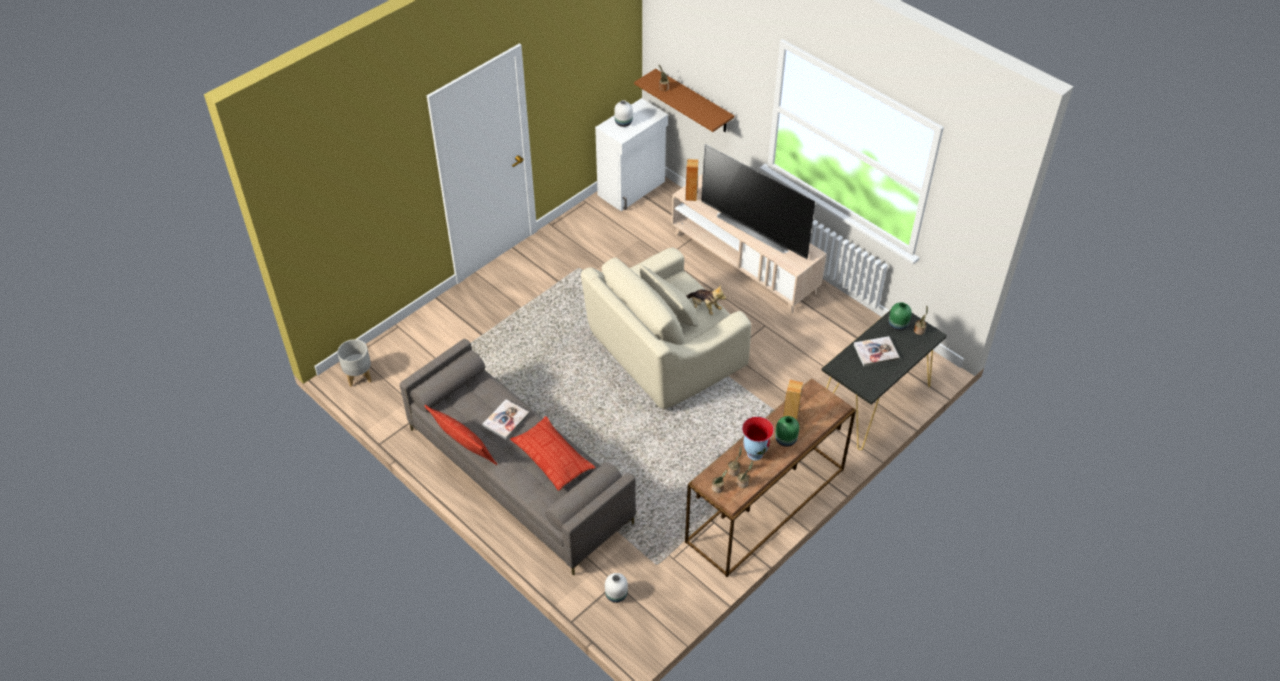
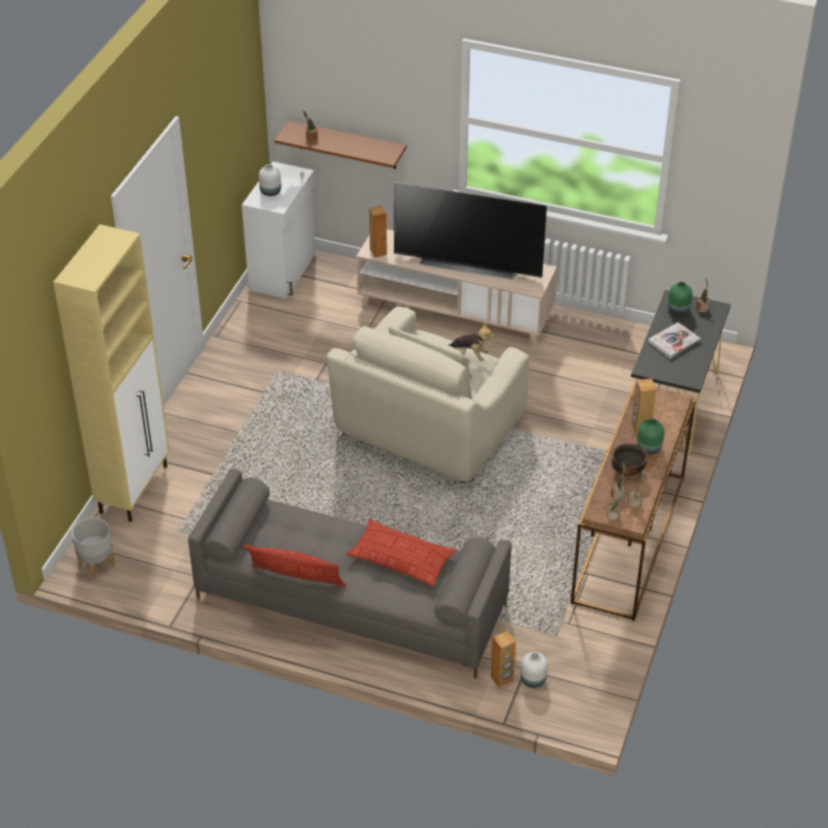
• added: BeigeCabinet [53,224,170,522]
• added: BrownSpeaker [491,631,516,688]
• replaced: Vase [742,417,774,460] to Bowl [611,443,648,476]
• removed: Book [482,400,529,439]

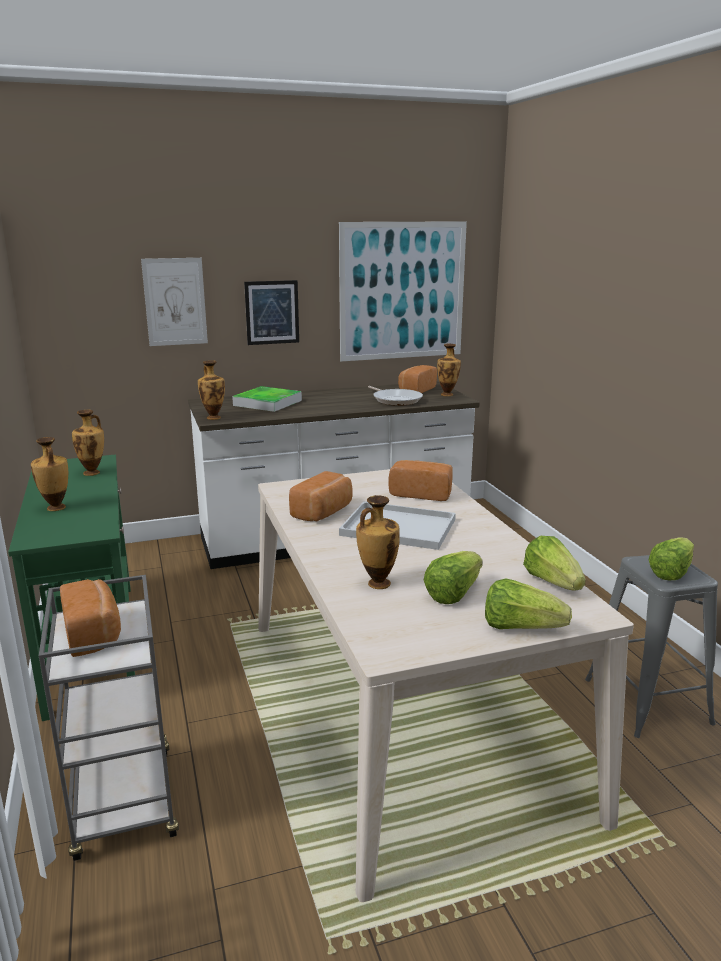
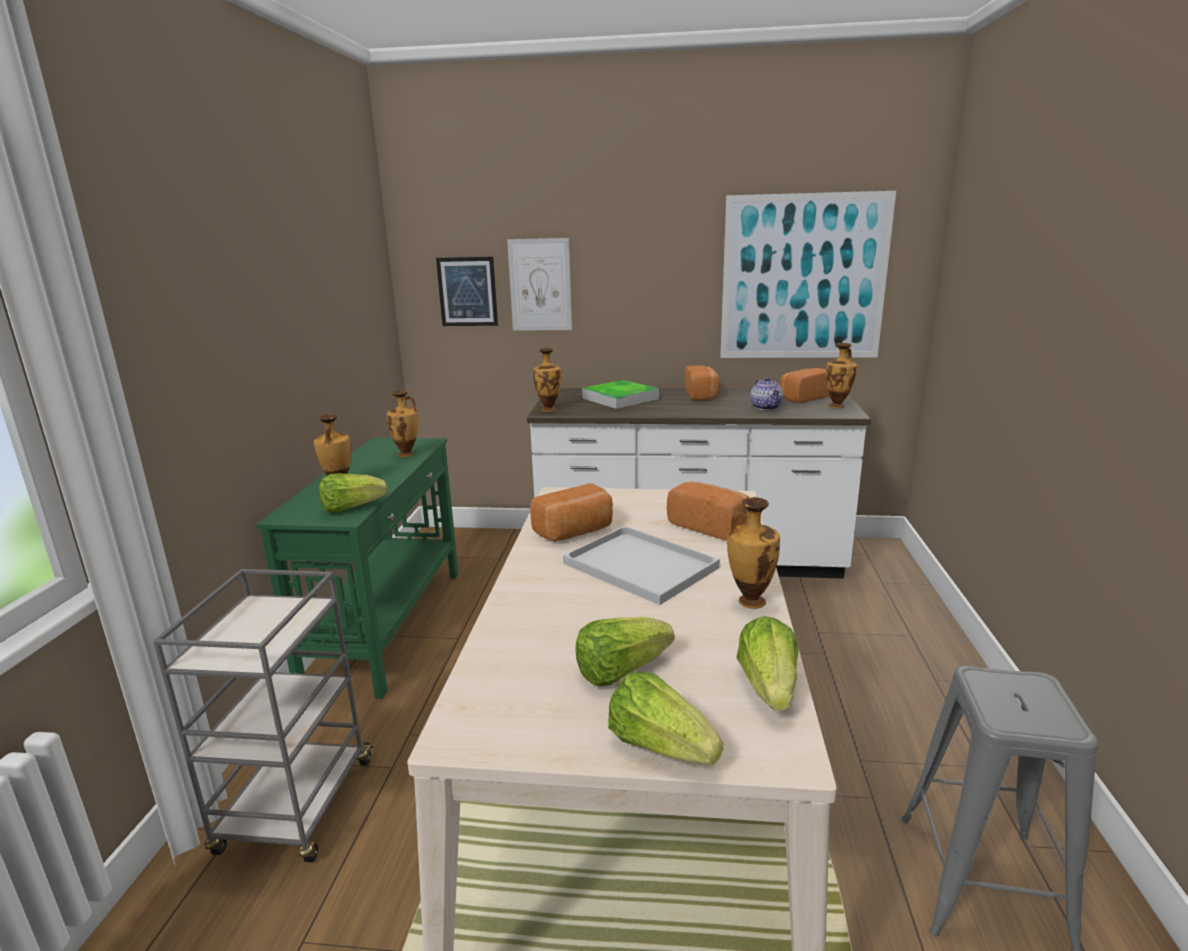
• moved: Lettuce [649,537,694,580] to [319,473,387,513]
• moved: Picture [244,280,299,345] to [436,257,498,326]
• moved: Bread [60,579,121,657] to [685,365,721,400]
• moved: Vase [356,495,400,589] to [727,497,780,609]
• replaced: FryingPan [368,386,423,406] to Teapot [750,377,783,410]

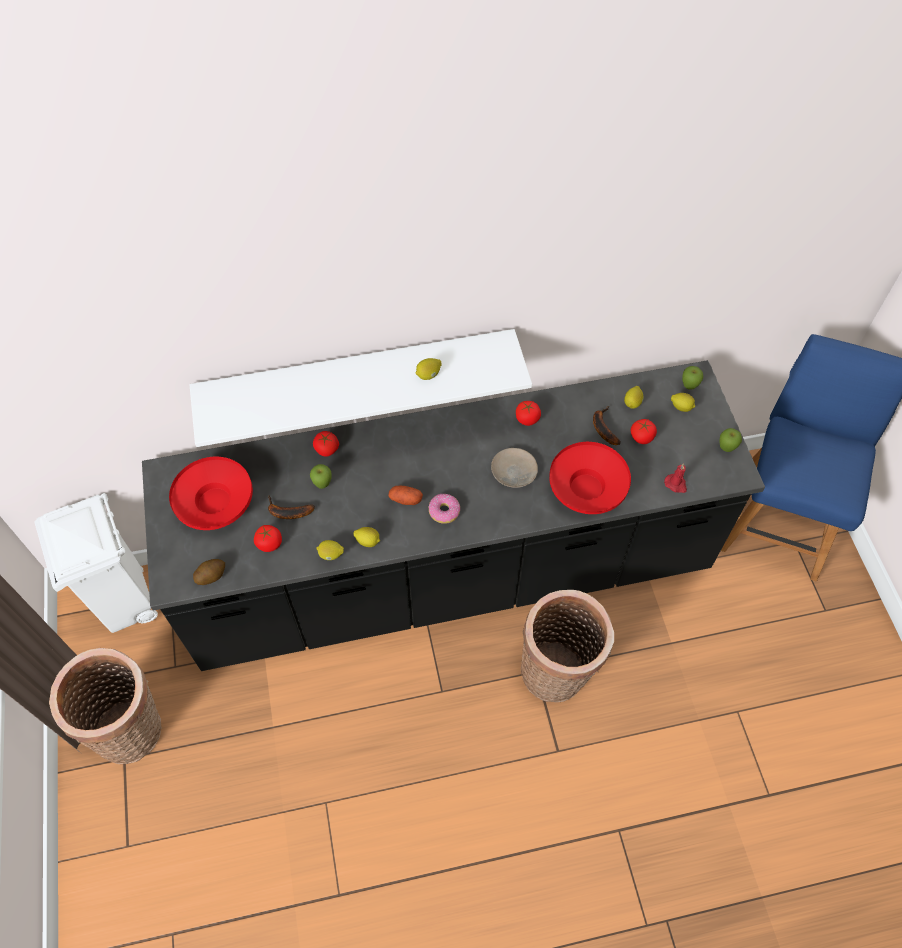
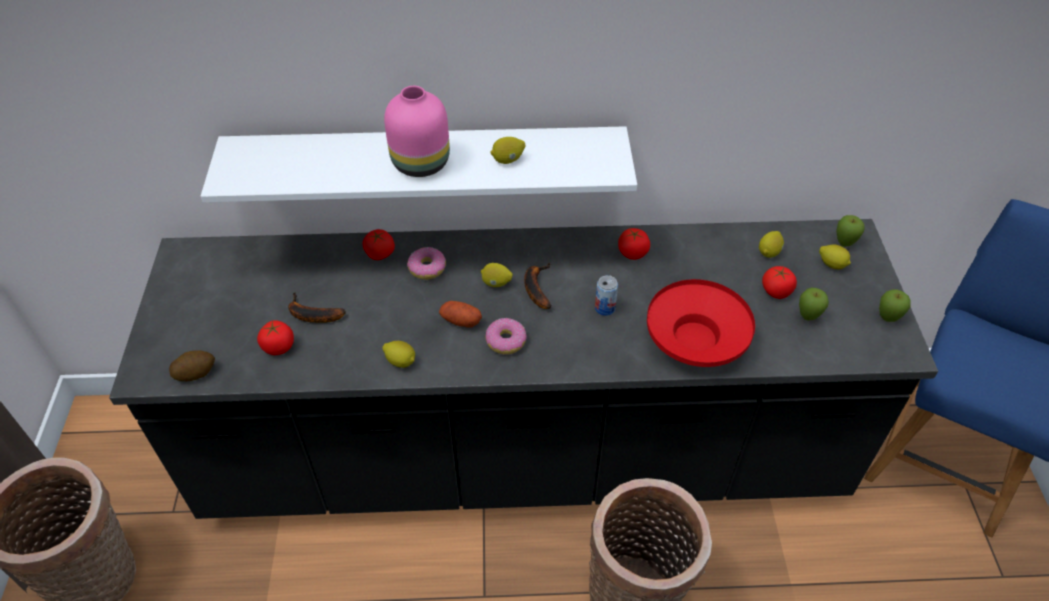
• added: PinkVase [384,86,450,177]
• added: Donut [407,247,446,280]
• moved: Lemon [316,540,344,560] to [481,263,513,287]
• moved: Banana [593,406,620,445] to [524,263,551,309]
• replaced: BeigePlate [491,448,538,488] to Can [595,275,618,316]
• moved: Apple [310,464,332,489] to [799,288,829,320]
• removed: WhiteTrashCan [34,493,158,633]
• removed: RedBowl [169,457,253,530]
• removed: RedCandle [664,463,687,493]

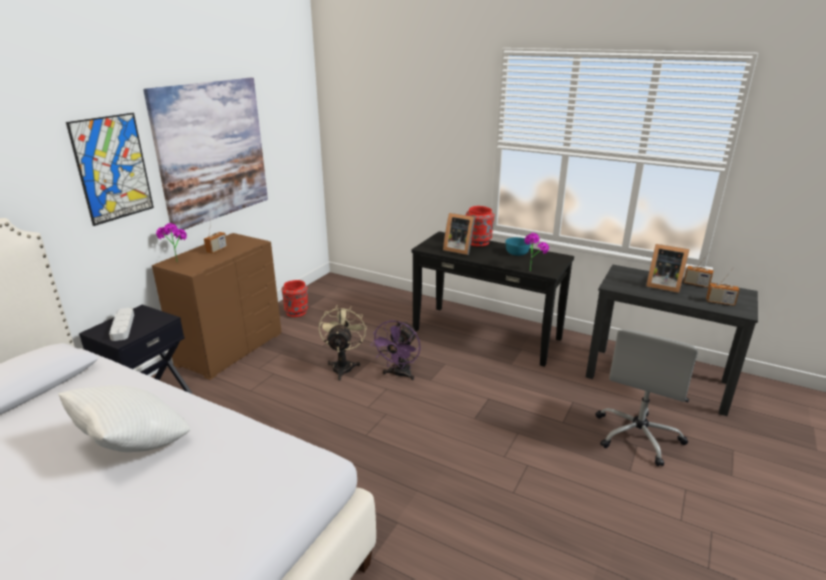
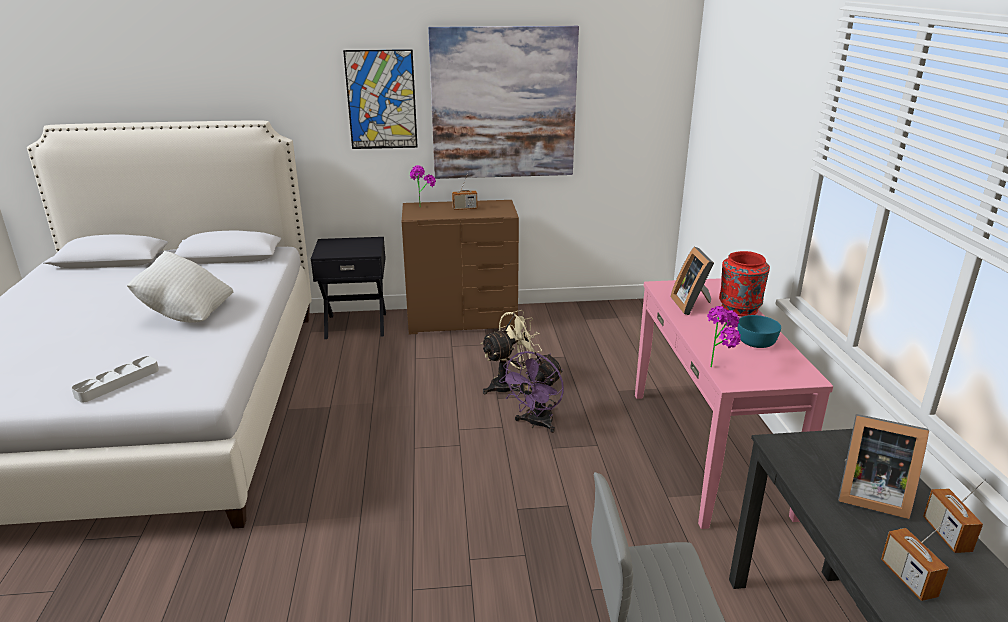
• moved: GreyTray [109,308,134,341] to [71,356,159,402]
• turned: PurpleFan [371,320,421,380] = [499,351,564,433] 45 degrees counterclockwise
• recoloured: BlackConsoleTable [412,231,574,367] to PinkConsoleTable [635,278,833,529]
• turned: PictureFrame [646,244,690,293] = [838,414,929,519] 60 degrees counterclockwise
• removed: RedVase [281,280,308,317]

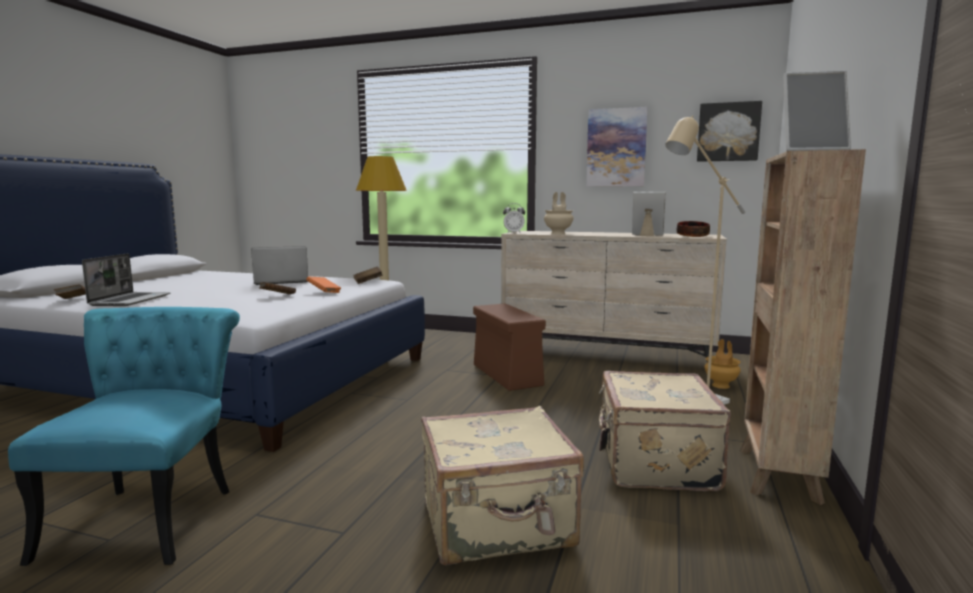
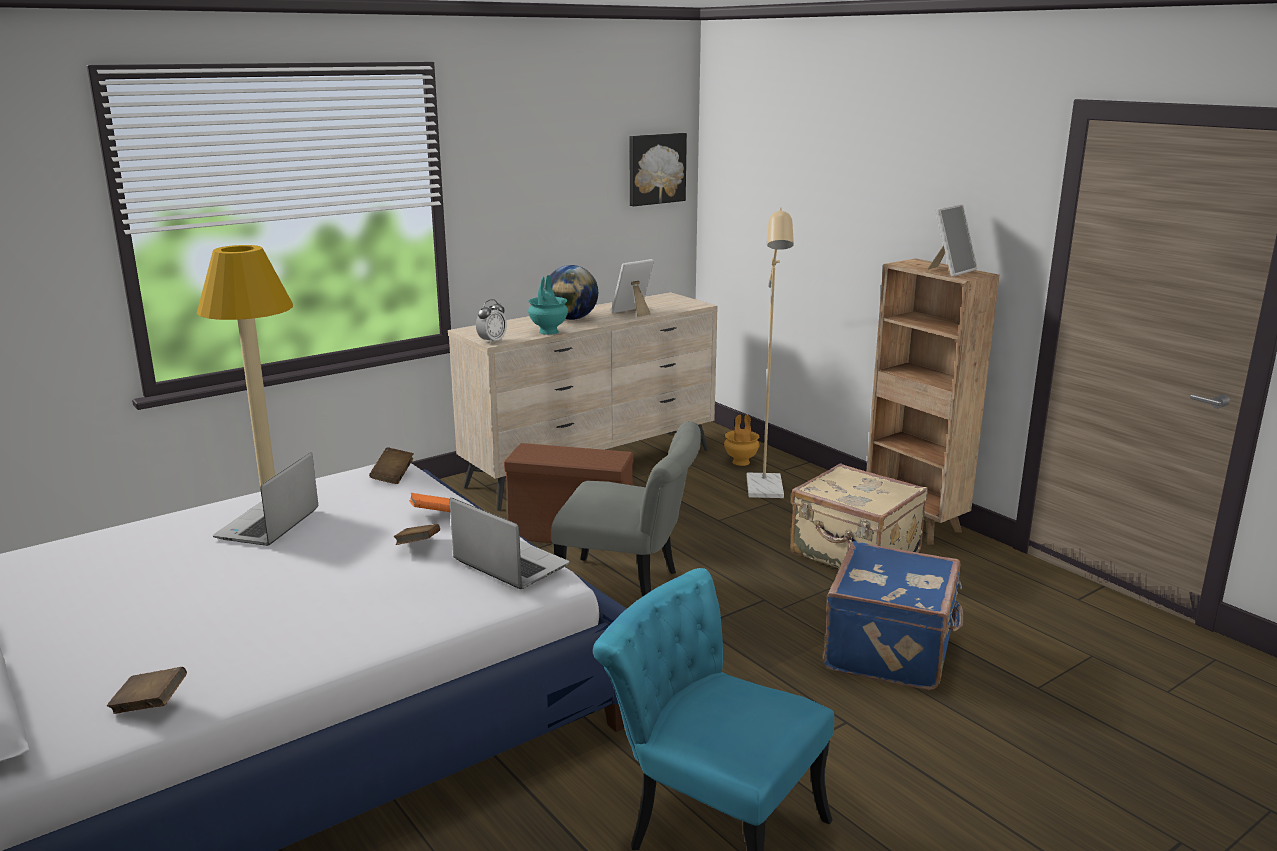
• moved: Laptop [82,254,170,306] to [450,498,569,589]
• recoloured: BeigeVase [544,192,573,235] to TurquoiseVase [528,275,568,335]
• added: Globe [544,265,598,320]
• added: GreyChair [551,421,701,597]
• recoloured: BeigeSuitcase [421,406,584,566] to BlueSuitcase [823,541,963,690]
• removed: Picture [586,107,648,187]
• removed: Bowl [677,221,710,237]

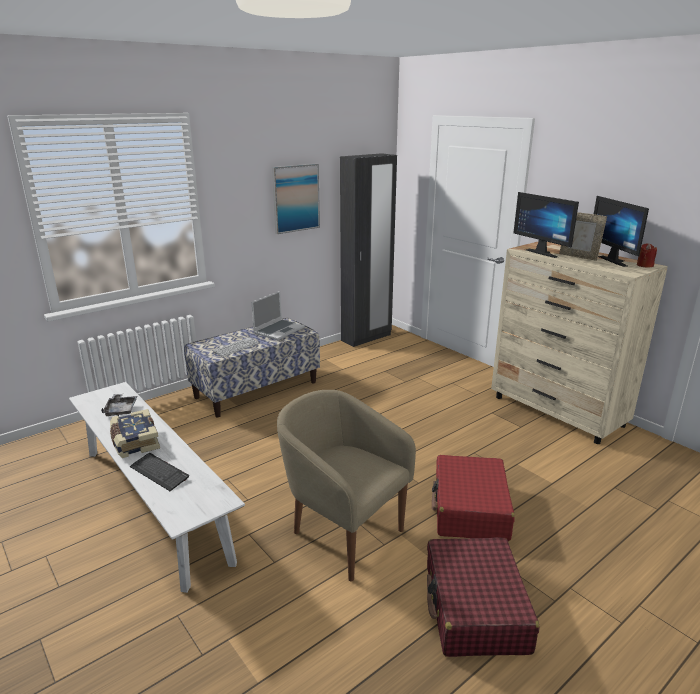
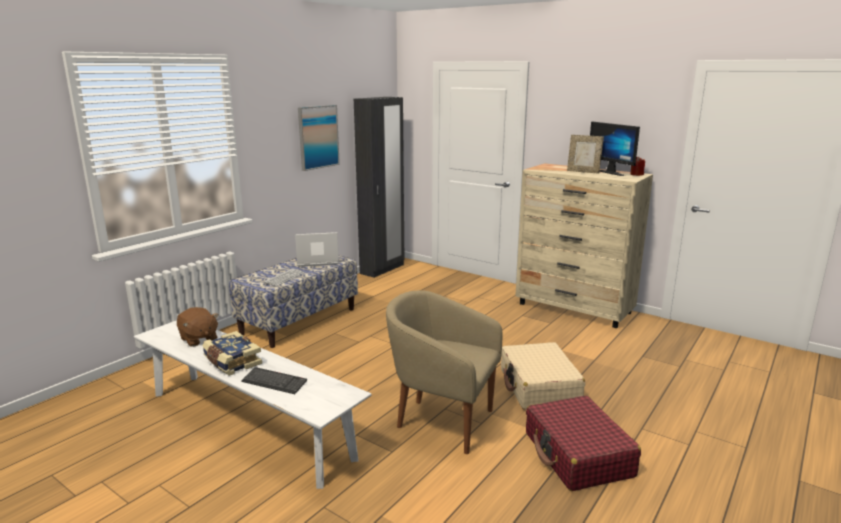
• replaced: GreyTray [101,394,137,416] to BrownPlushToy [177,307,218,347]
• turned: Laptop [252,291,305,340] = [295,232,339,267] 120 degrees counterclockwise
• recoloured: RedSuitcase [432,455,515,541] to BeigeSuitcase [501,342,585,410]
• removed: Monitor [514,192,579,258]

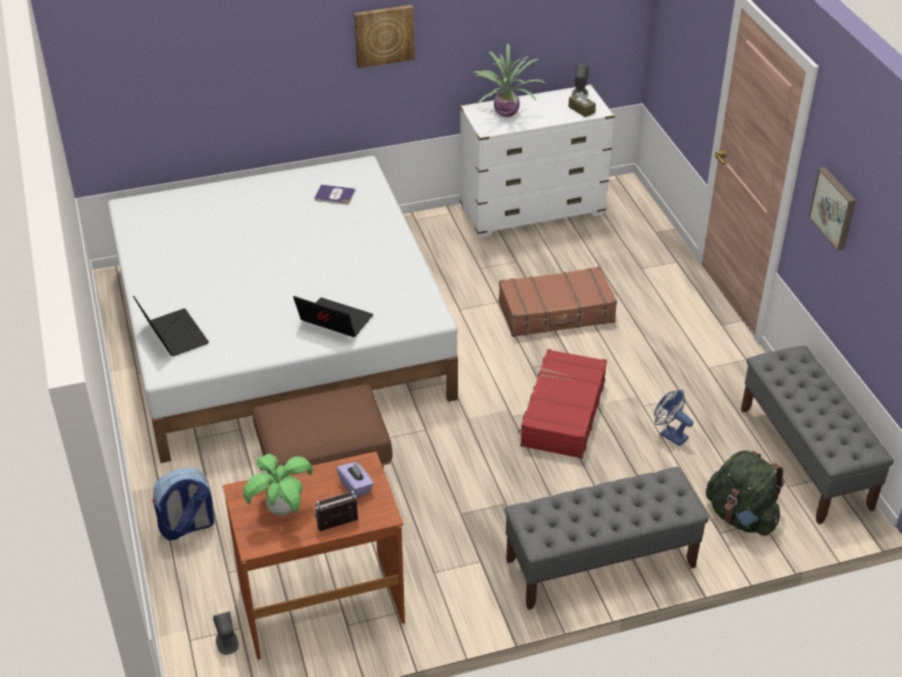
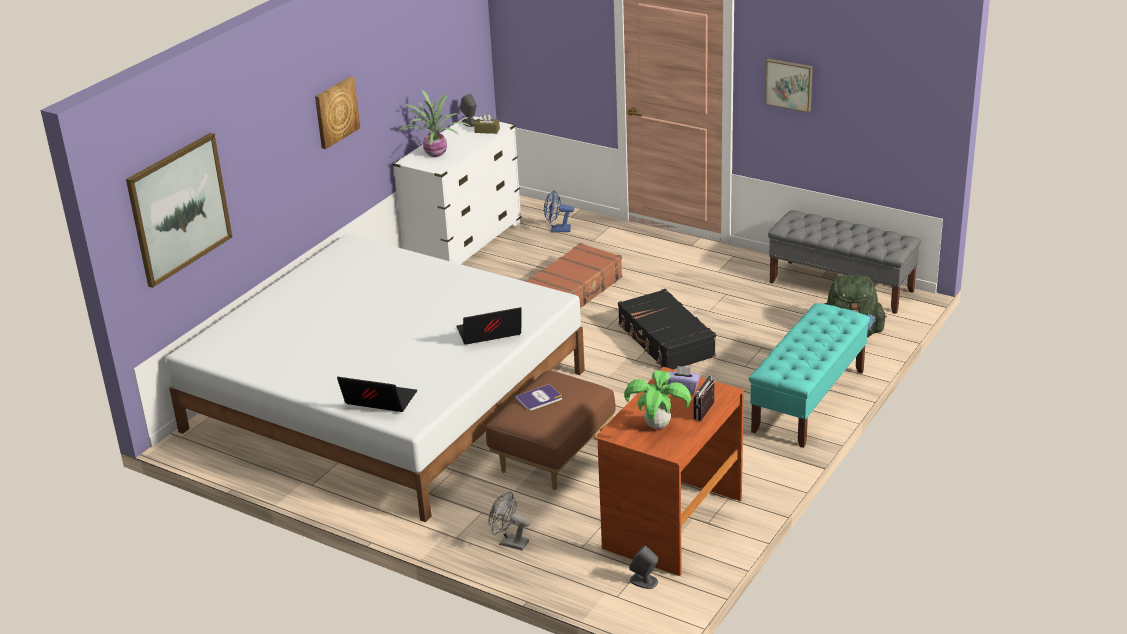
• added: Picture [126,133,232,288]
• replaced: Backpack [152,468,214,541] to GreyFan [489,492,530,551]
• moved: Book [315,184,355,205] to [515,384,562,411]
• moved: BlueFan [654,390,693,446] to [544,190,574,233]
• recoloured: RedSuitcase [518,349,607,459] to BlackSuitcase [618,289,716,369]
• recoloured: GreyBench [505,467,709,610] to TurquoiseBench [749,303,870,448]

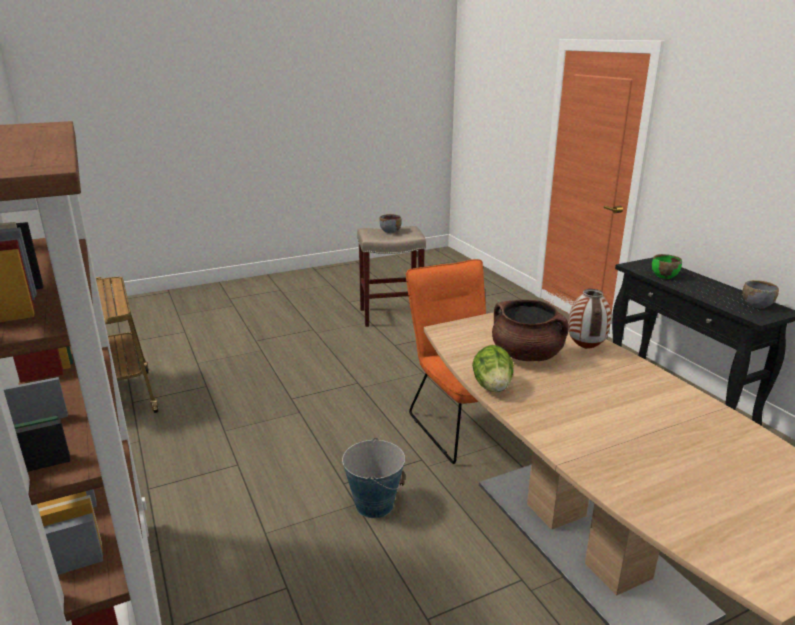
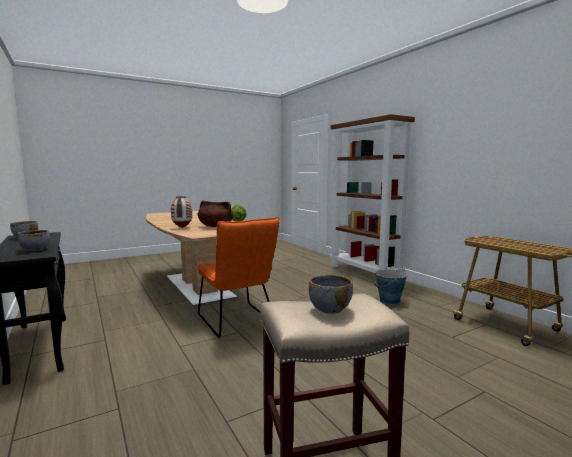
• recoloured: GreenBowl [652,254,682,279] to GreyBowl [17,230,50,251]
• moved: Bucket [342,438,405,518] to [374,268,407,305]

